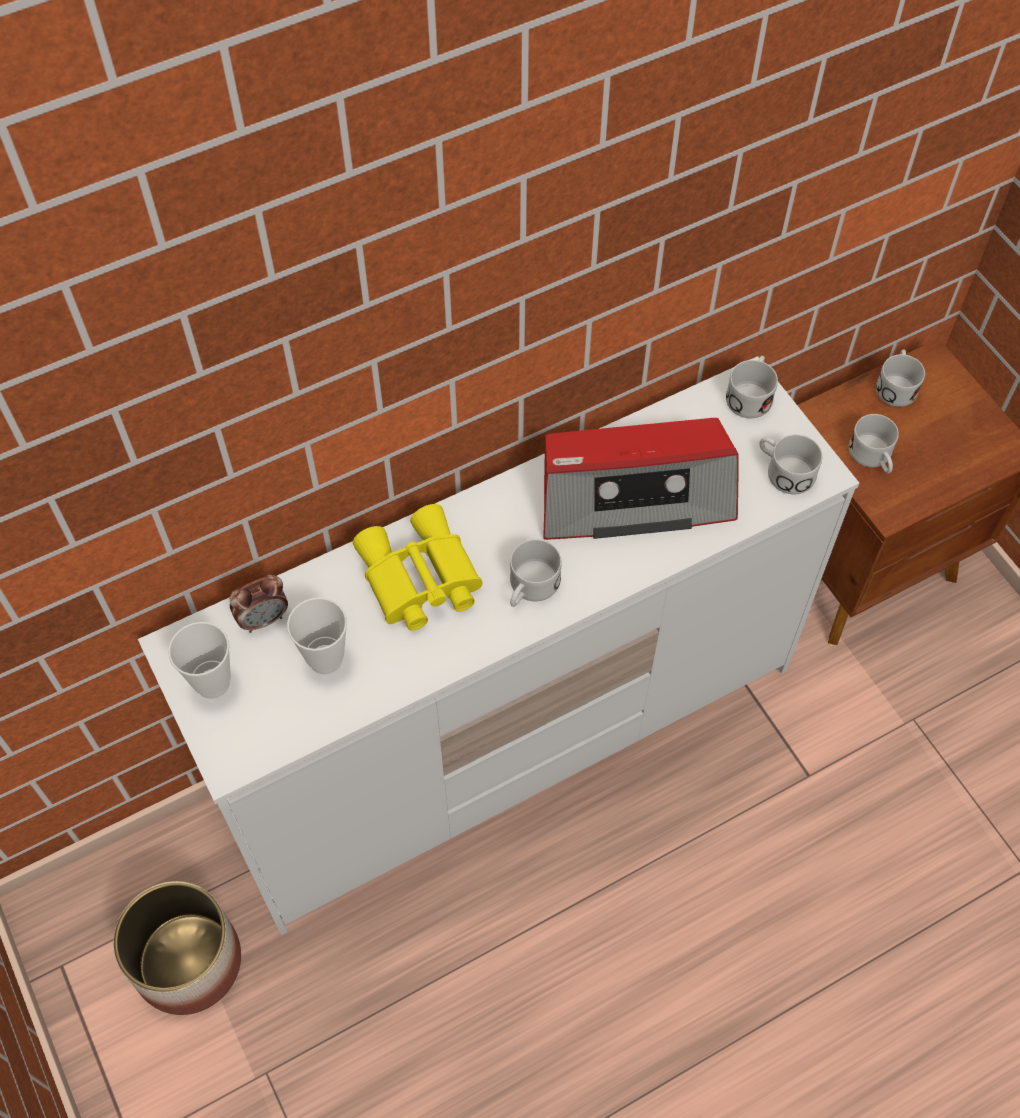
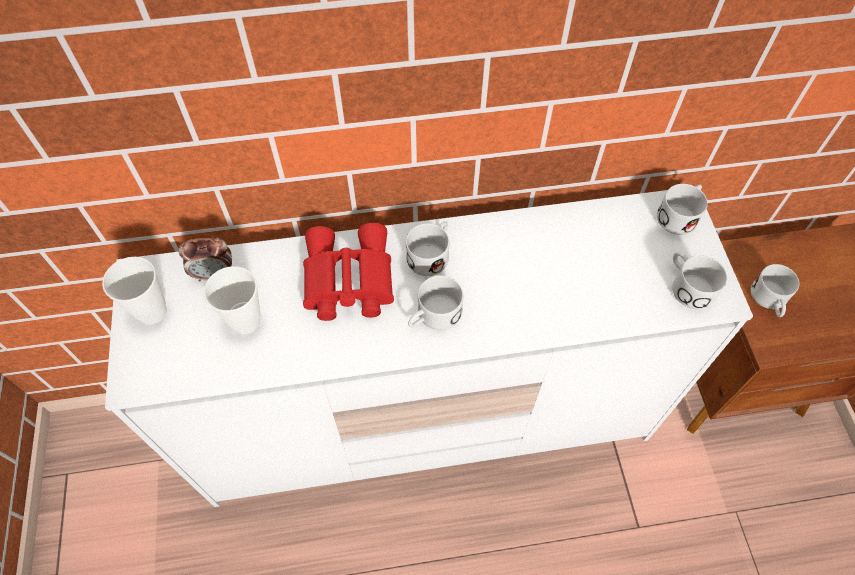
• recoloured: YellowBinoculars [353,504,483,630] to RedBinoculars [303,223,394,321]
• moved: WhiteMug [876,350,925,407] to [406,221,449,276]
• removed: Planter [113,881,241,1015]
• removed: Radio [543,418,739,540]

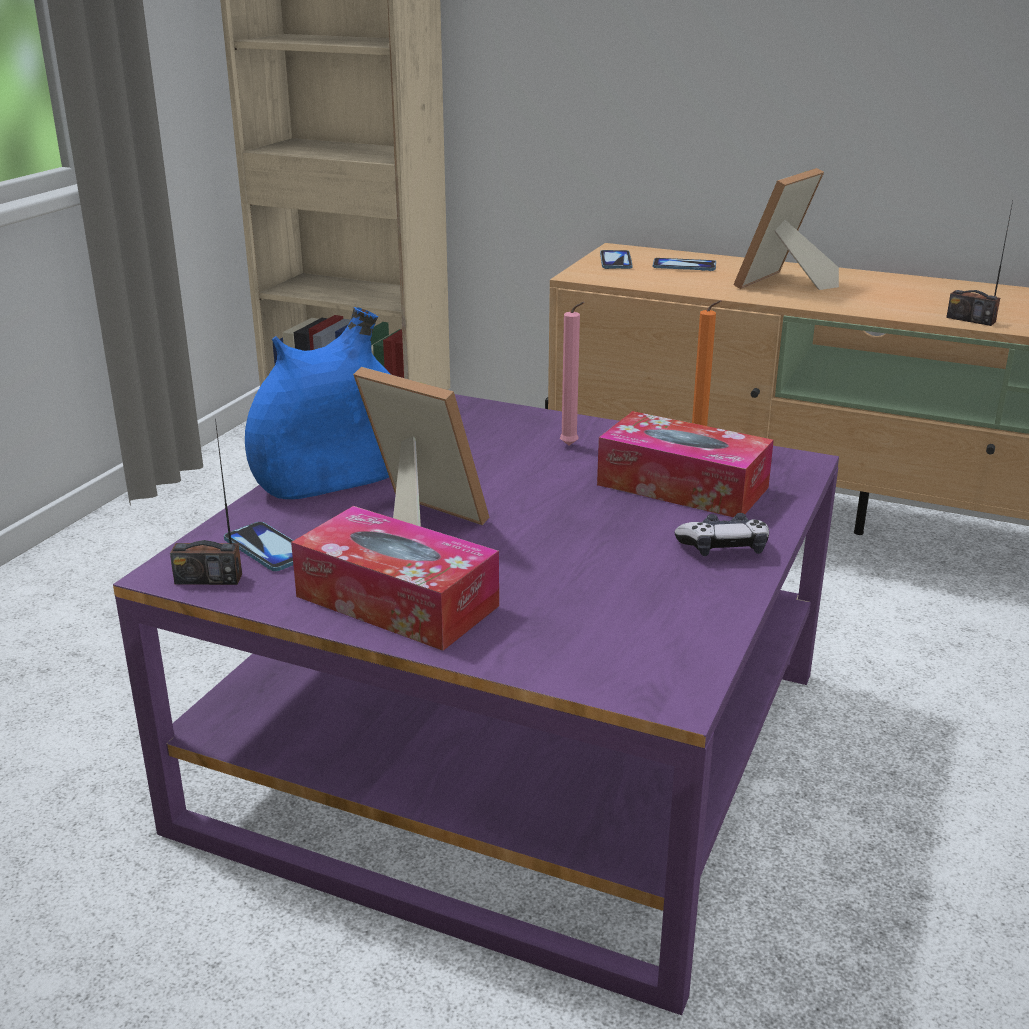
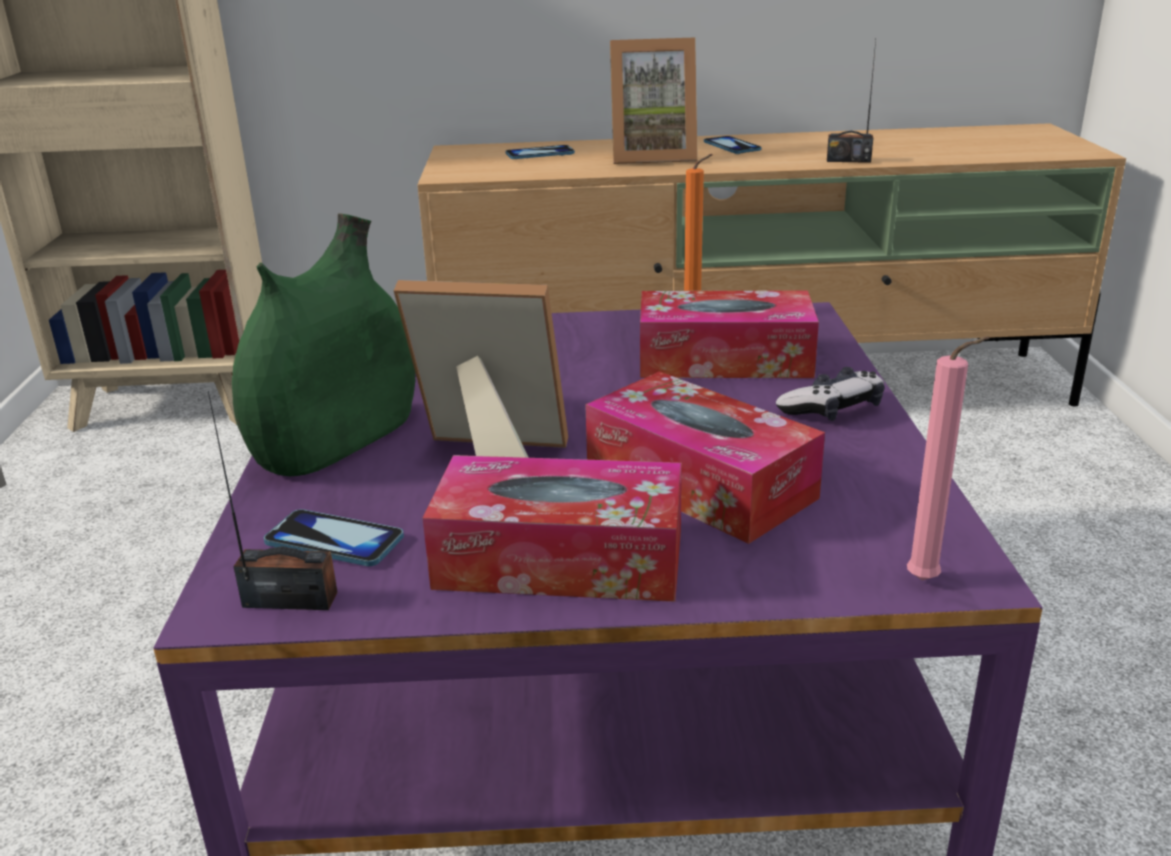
• turned: Radio [170,418,242,585] = [208,391,337,610] 150 degrees counterclockwise
• recoloured: BlueVase [245,307,390,499] to GreenVase [232,214,415,476]
• added: TissueBox [585,371,825,544]
• turned: PictureFrame [733,168,839,290] = [610,37,698,164] 105 degrees counterclockwise
• moved: Phone [600,250,633,269] to [704,136,761,154]
• moved: PinkCandle [560,302,585,445] to [907,336,990,581]

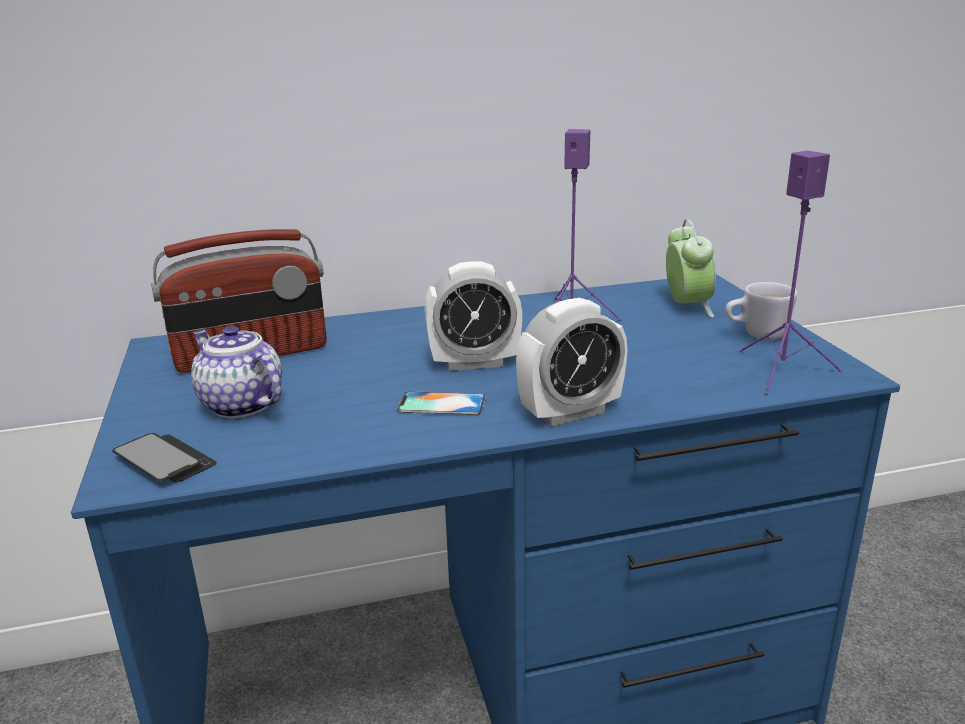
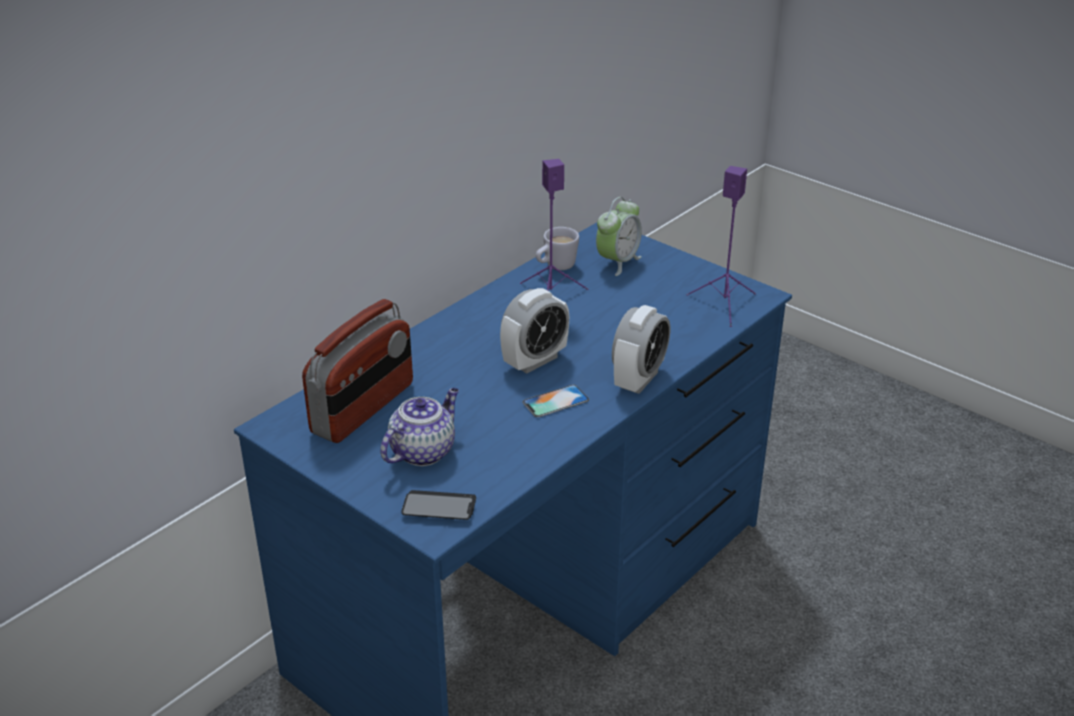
• turned: Teapot [191,326,282,418] = [380,388,459,466] 120 degrees clockwise
• moved: WhiteMug [725,282,797,340] to [536,227,579,270]
• turned: AlarmClock [666,219,716,317] = [596,197,642,276] 75 degrees clockwise

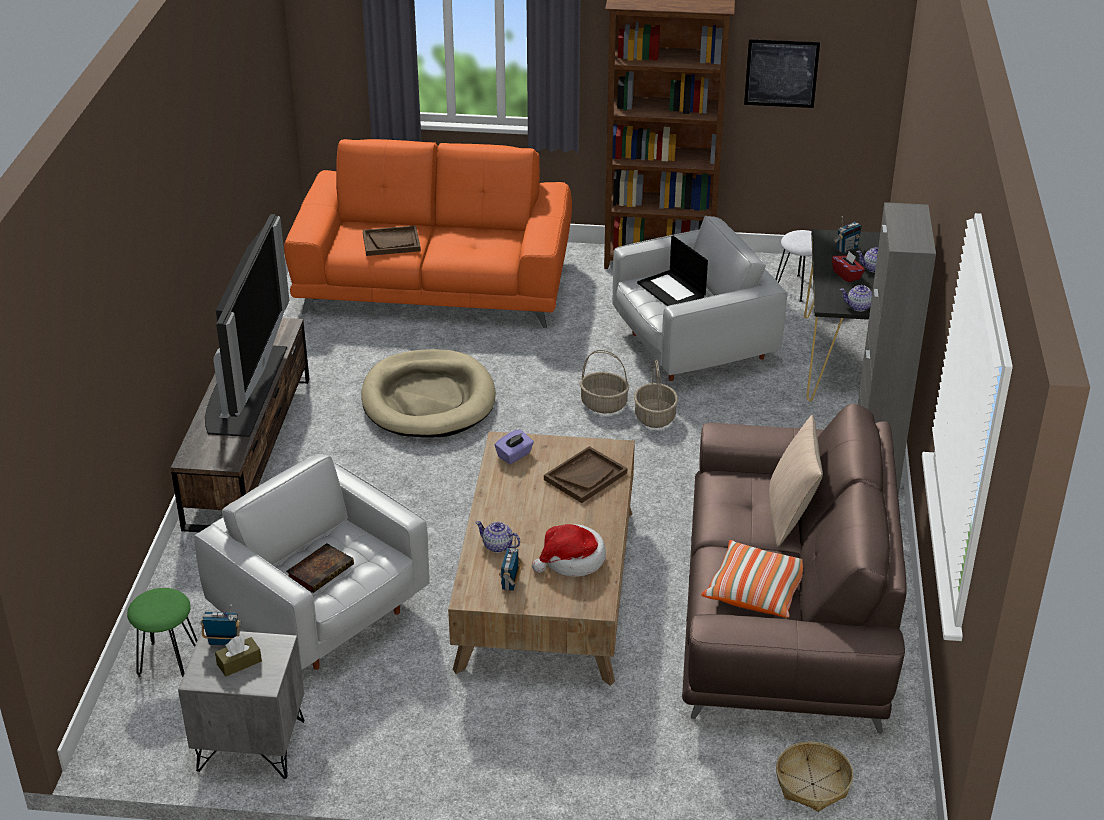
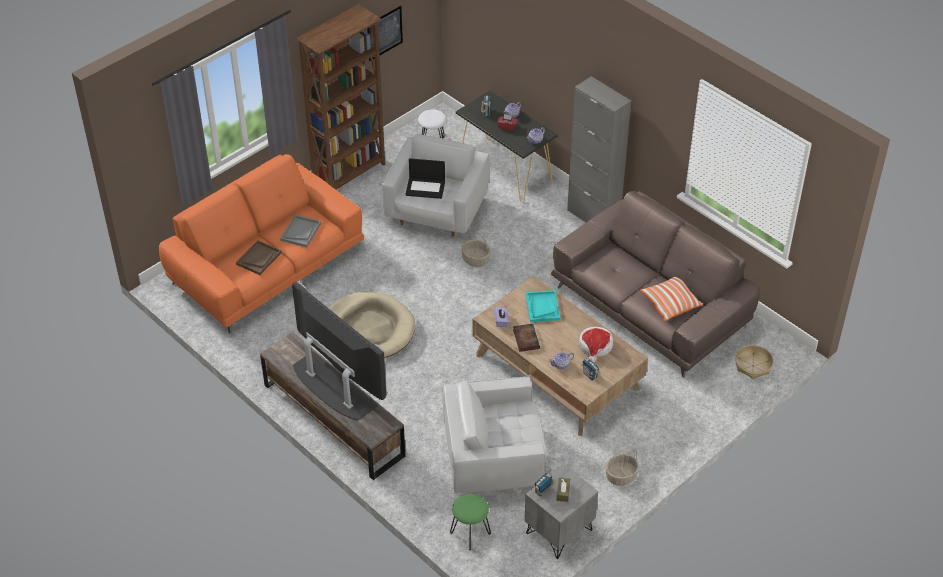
• added: GreyTray [280,215,321,247]
• moved: Book [286,543,354,593] to [513,324,540,352]
• recoloured: BrownTray [544,446,627,503] to TurquoiseTray [526,290,560,322]
• moved: Basket [580,350,629,413] to [606,447,639,486]
• removed: BeigePillow [769,415,823,547]

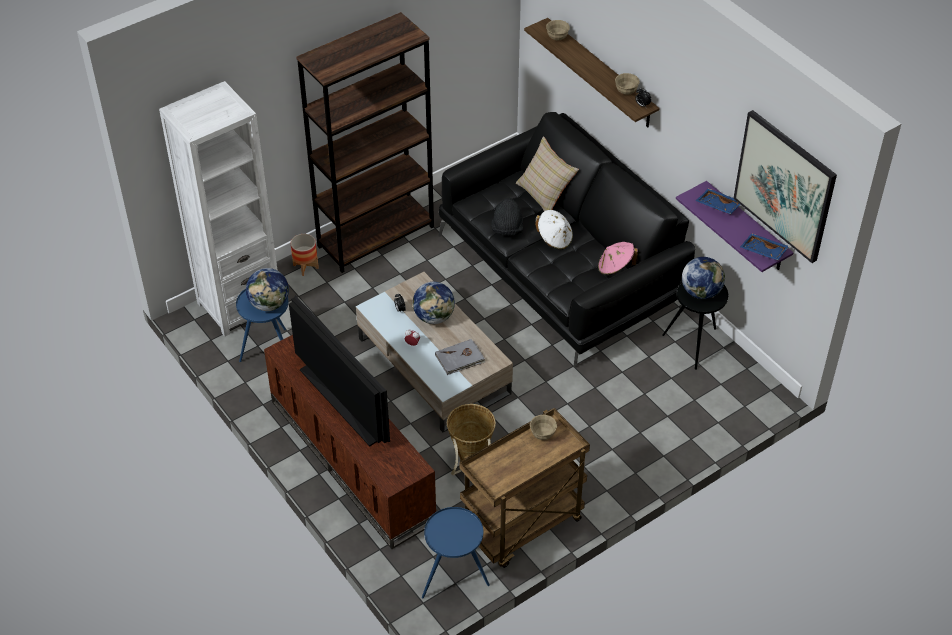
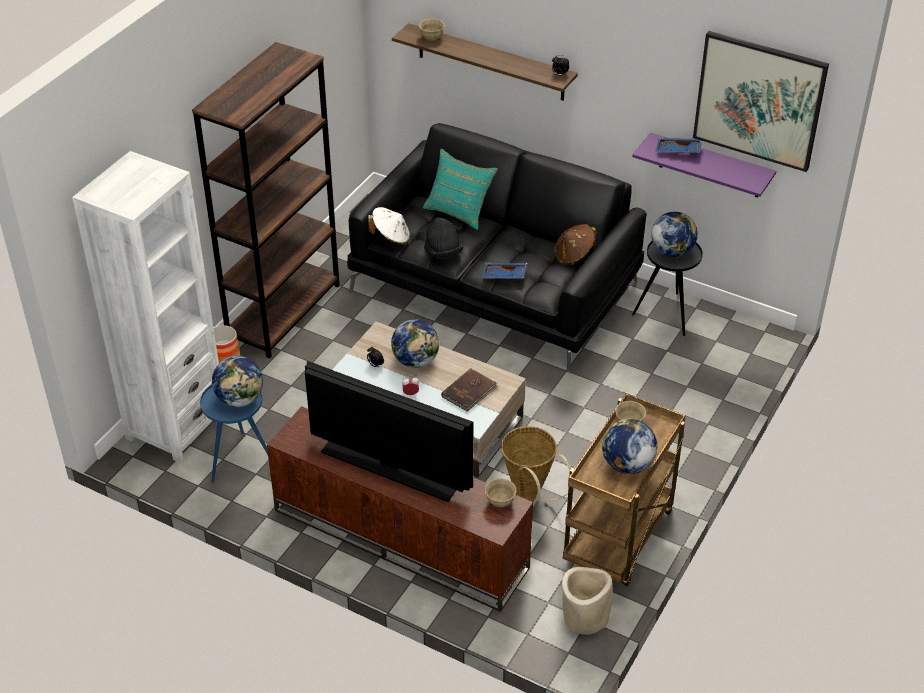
• moved: WhiteHat [535,210,573,250] to [368,207,410,244]
• recoloured: BeigePillow [516,136,579,211] to TurquoisePillow [423,149,498,230]
• recoloured: GreyBook [435,339,485,375] to BrownBook [441,368,499,412]
• moved: BlueTray [740,233,790,260] to [481,263,527,279]
• moved: BeigeBowl [615,73,640,95] to [485,478,517,507]
• recoloured: PinkHat [598,242,638,275] to BrownHat [555,224,597,265]
• replaced: BlueSideTable [422,507,490,598] to BeigePlanter [562,567,613,635]
• added: Globe [602,419,657,474]

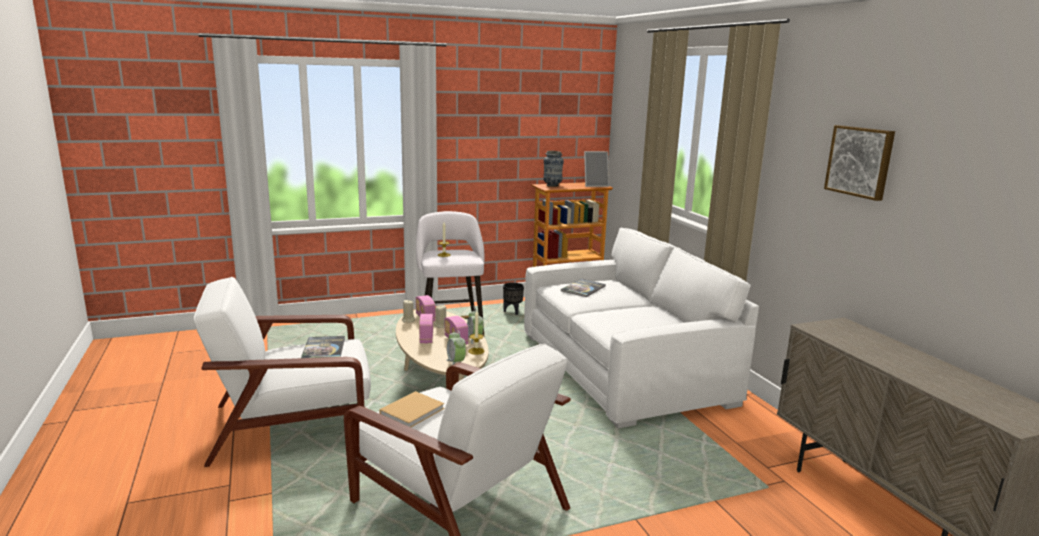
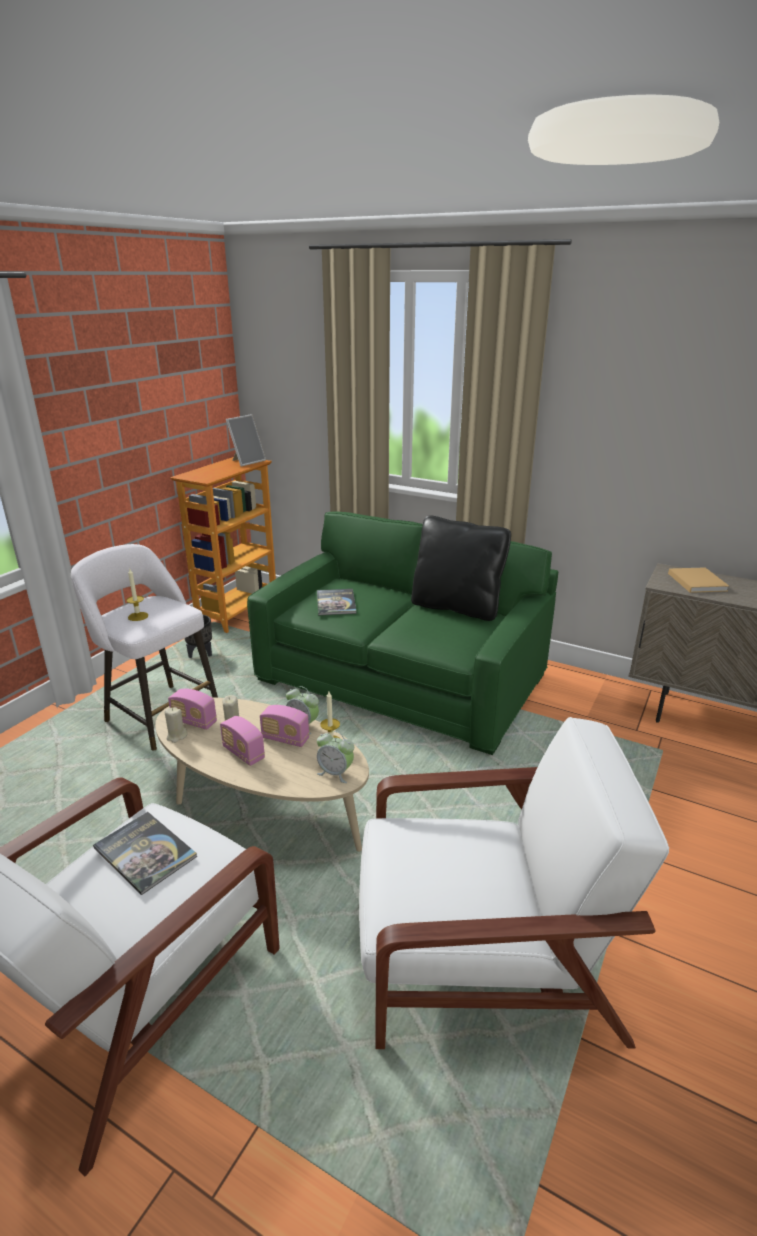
• recoloured: WhiteSofa [524,228,759,428] to GreenSofa [247,512,558,755]
• added: BlackPillow [411,515,511,621]
• moved: BeigeBook [379,391,445,427] to [668,567,729,593]
• removed: Vase [543,151,564,187]
• removed: Picture [824,125,895,201]

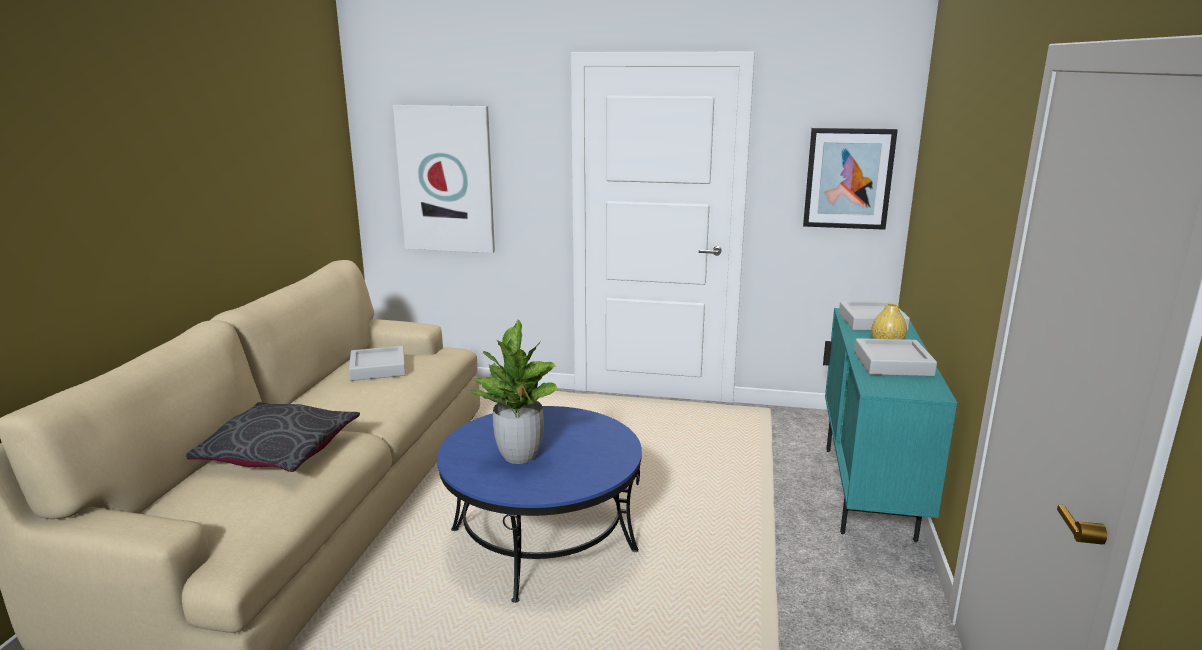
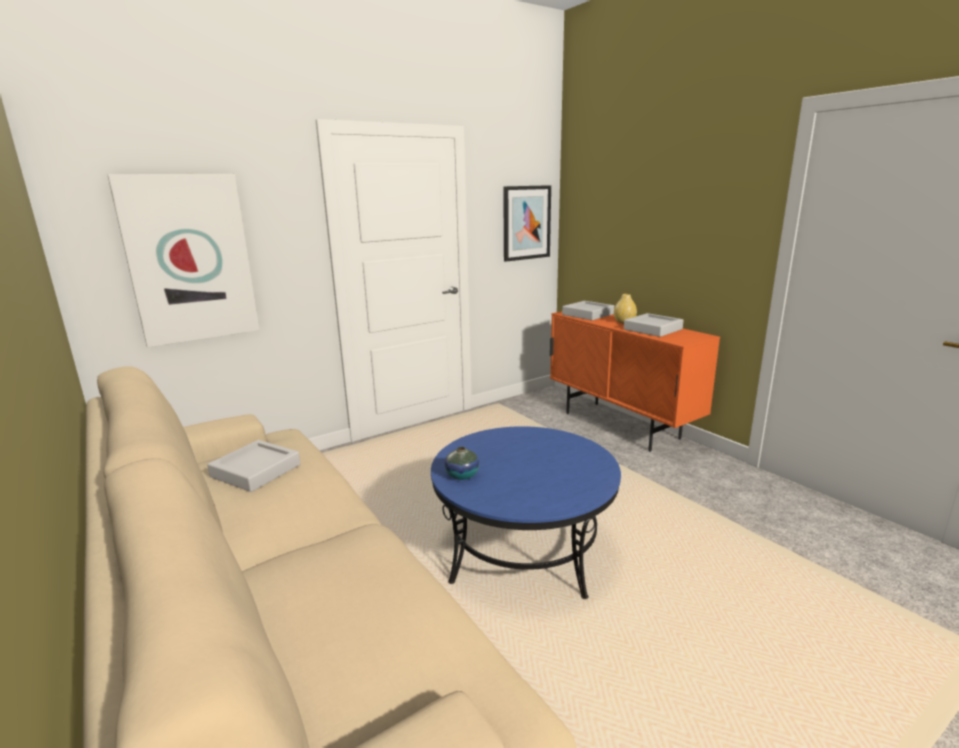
• added: Vase [444,447,479,480]
• recoloured: TurquoiseCabinet [823,308,957,542] to OrangeCabinet [550,311,720,452]
• removed: GreyPillow [186,402,360,472]
• removed: PottedPlant [469,319,558,464]

